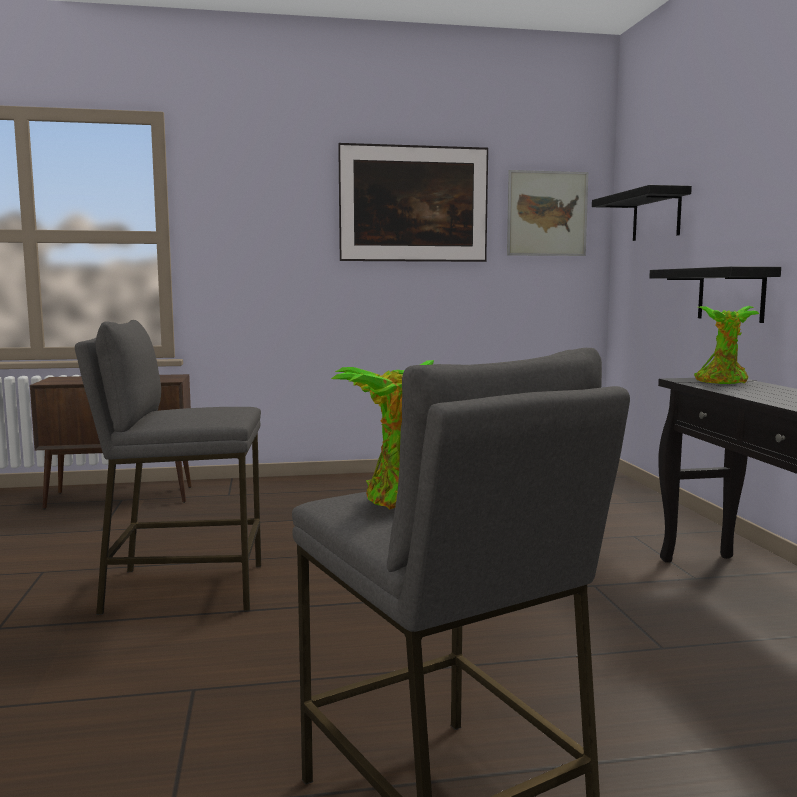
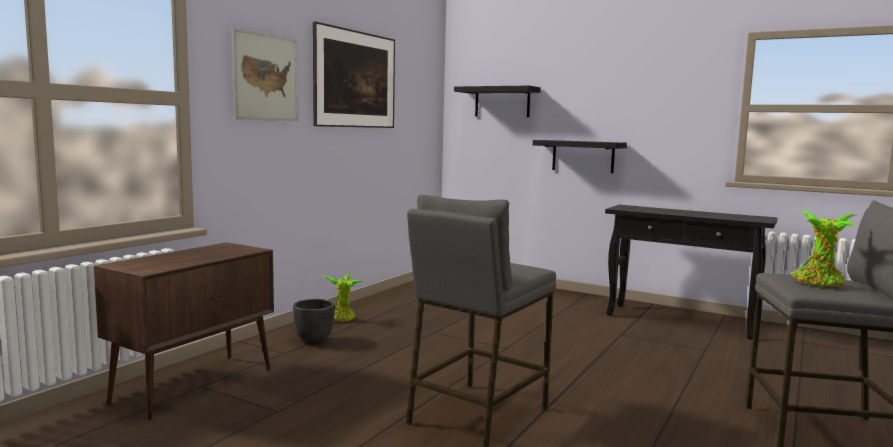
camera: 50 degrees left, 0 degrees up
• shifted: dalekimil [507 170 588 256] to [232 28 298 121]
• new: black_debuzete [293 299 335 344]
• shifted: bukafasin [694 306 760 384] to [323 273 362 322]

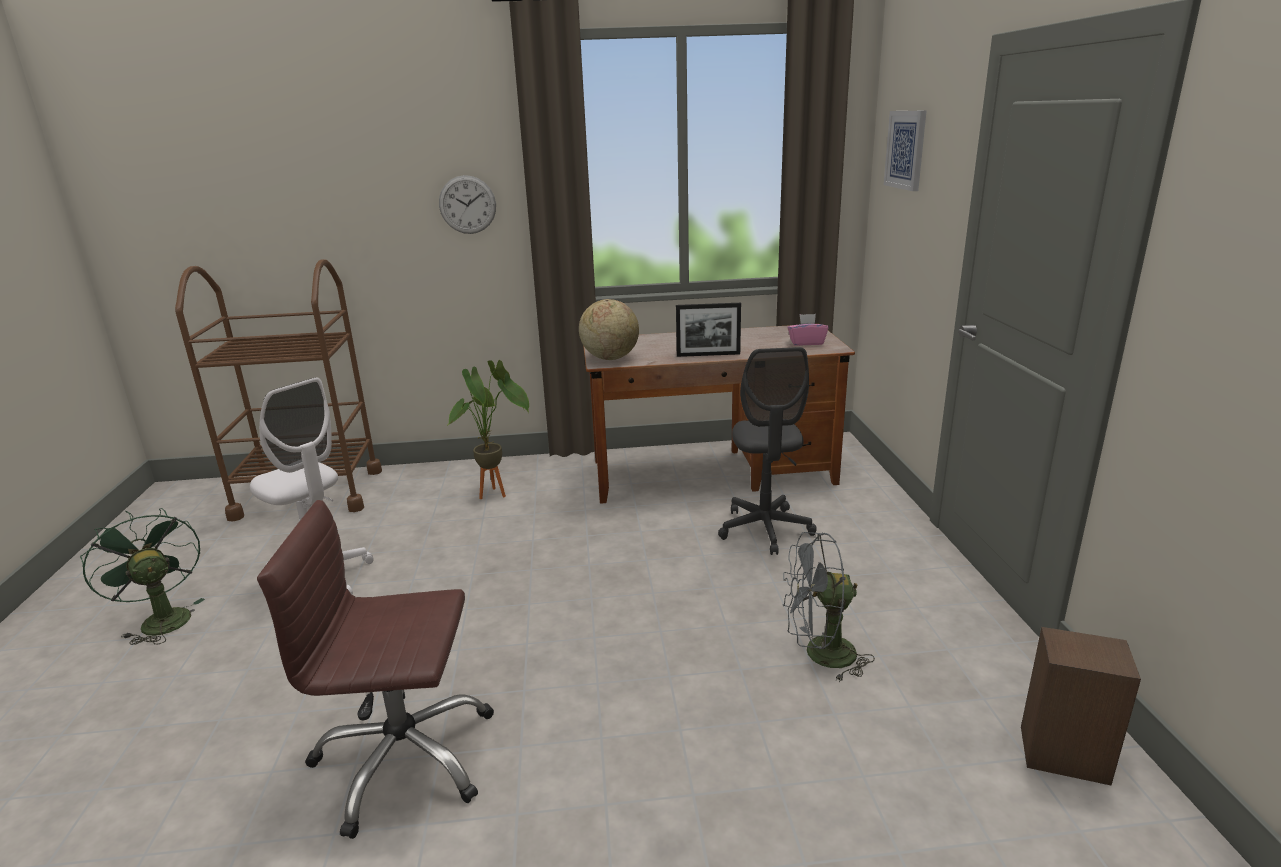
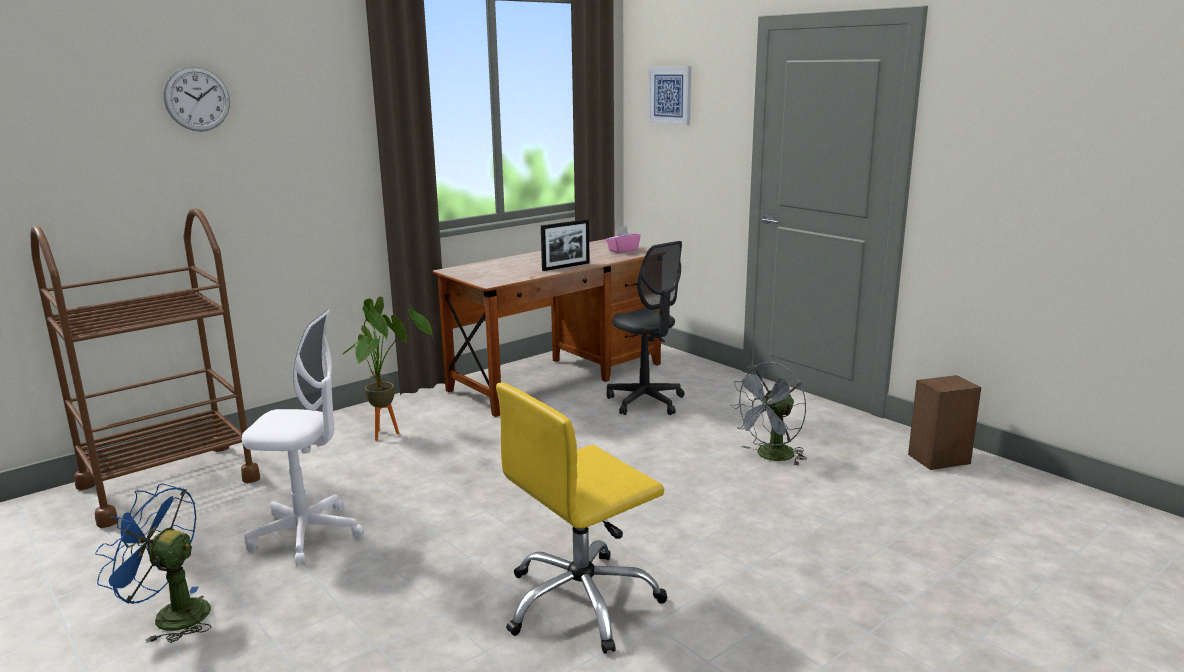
camera: 35 degrees left, 5 degrees down
• repainted: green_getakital [80 508 205 645] to blue_getakital [95 483 211 643]
• shifted: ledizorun [439 175 496 234] to [163 66 230 132]
• repainted: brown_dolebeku [257 500 494 839] to yellow_dolebeku [496 383 667 654]
• gone: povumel [579 299 639 360]

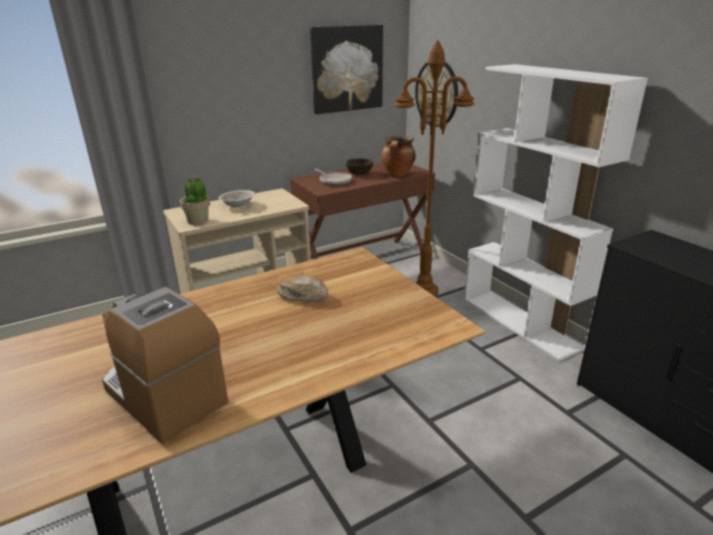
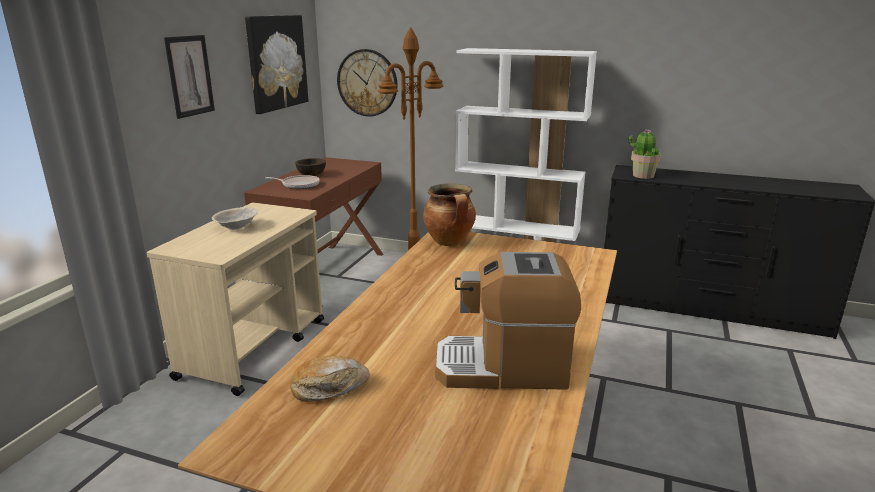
camera: 40 degrees left, 5 degrees down
• new: dalekimil [164 35 215 119]
• shifted: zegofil [277 273 328 301] to [290 356 370 402]
• shifted: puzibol [381 136 415 177] to [423 183 476 246]
• shifted: bukafasin [180 175 210 225] to [628 129 661 179]

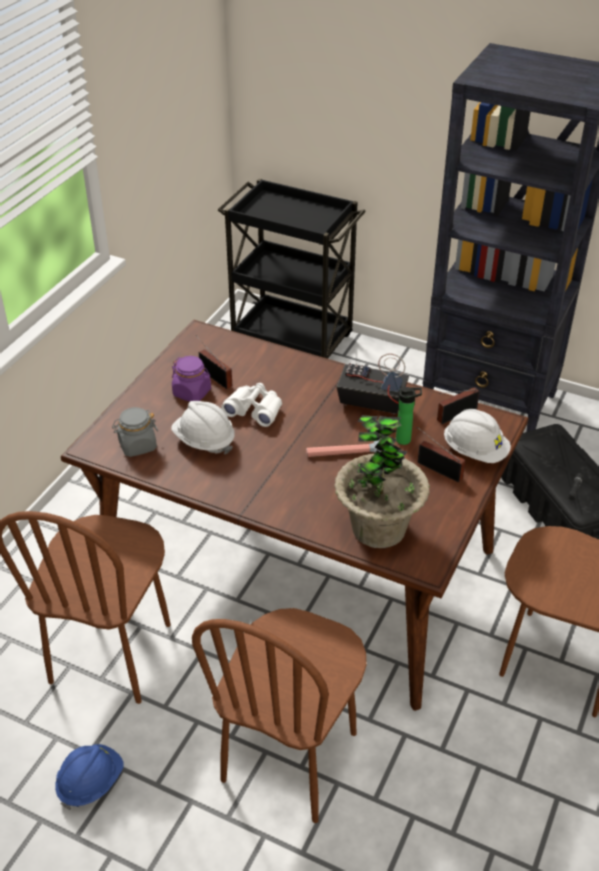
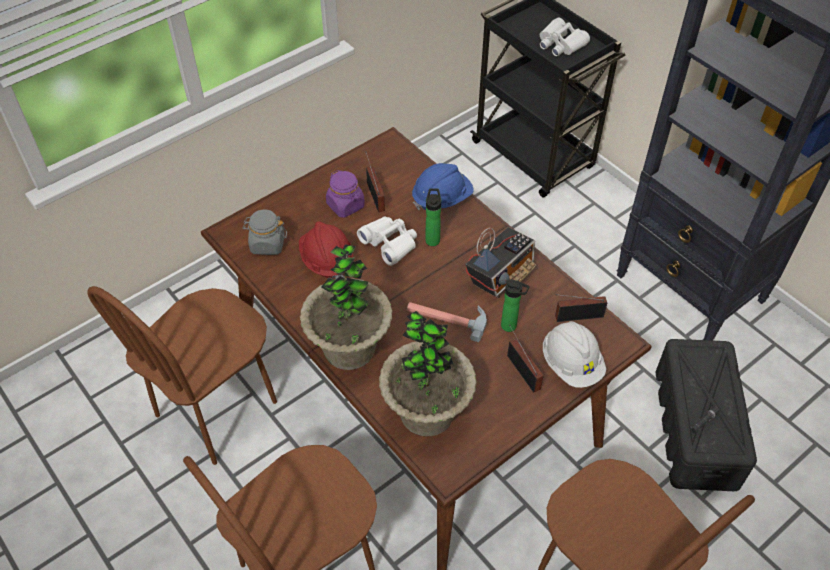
camera: 25 degrees right, 10 degrees up
• repainted: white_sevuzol [171 401 235 454] to red_sevuzol [299 221 353 279]
• new: bukafasin [300 244 393 370]
• shifted: blue_sevuzol [55 744 124 810] to [412 163 474 210]
• new: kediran [425 188 441 246]
• rotated: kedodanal [336 354 409 416] = [465 227 536 298] 90 degrees clockwise
• new: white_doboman [540 18 590 56]

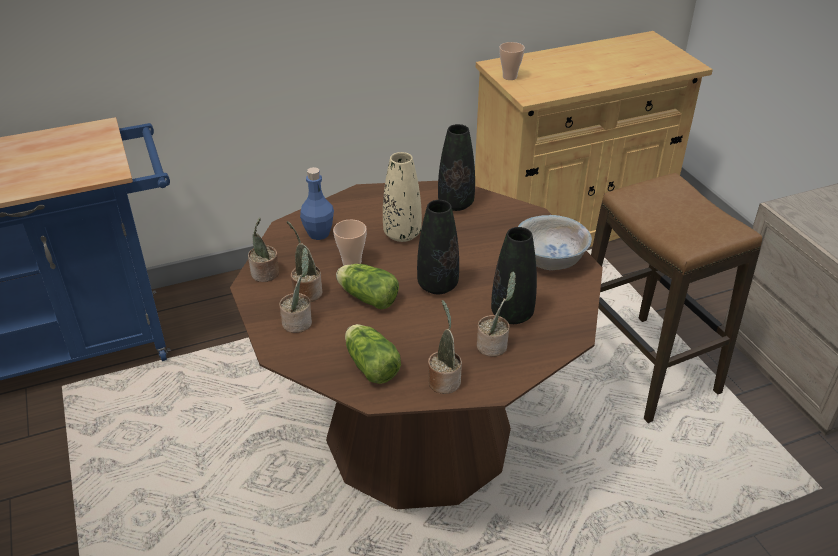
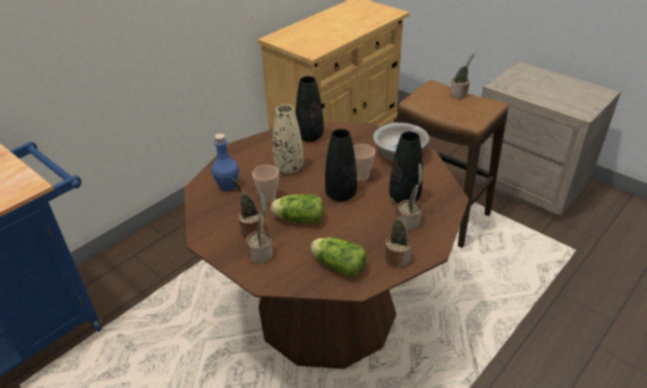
camera: 25 degrees left, 0 degrees up
• shifted: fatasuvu [499 42 525 80] to [353 144 375 181]
• shifted: bukafasin [248 218 279 282] to [450 53 475 98]

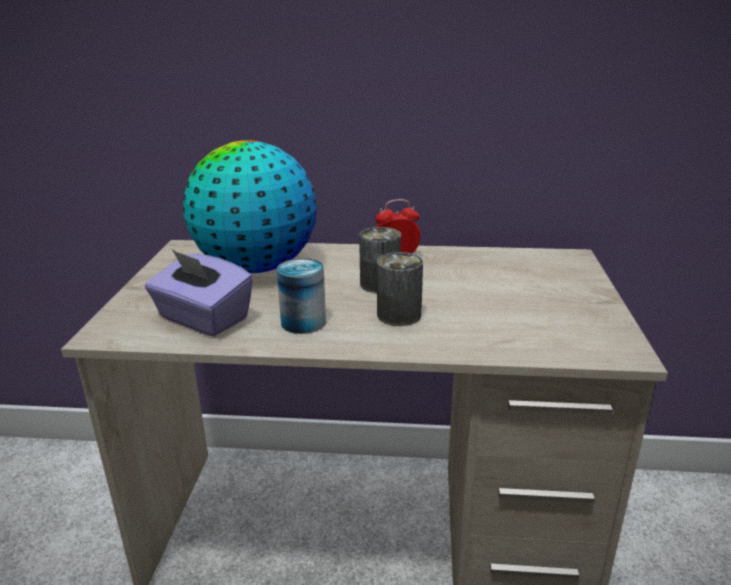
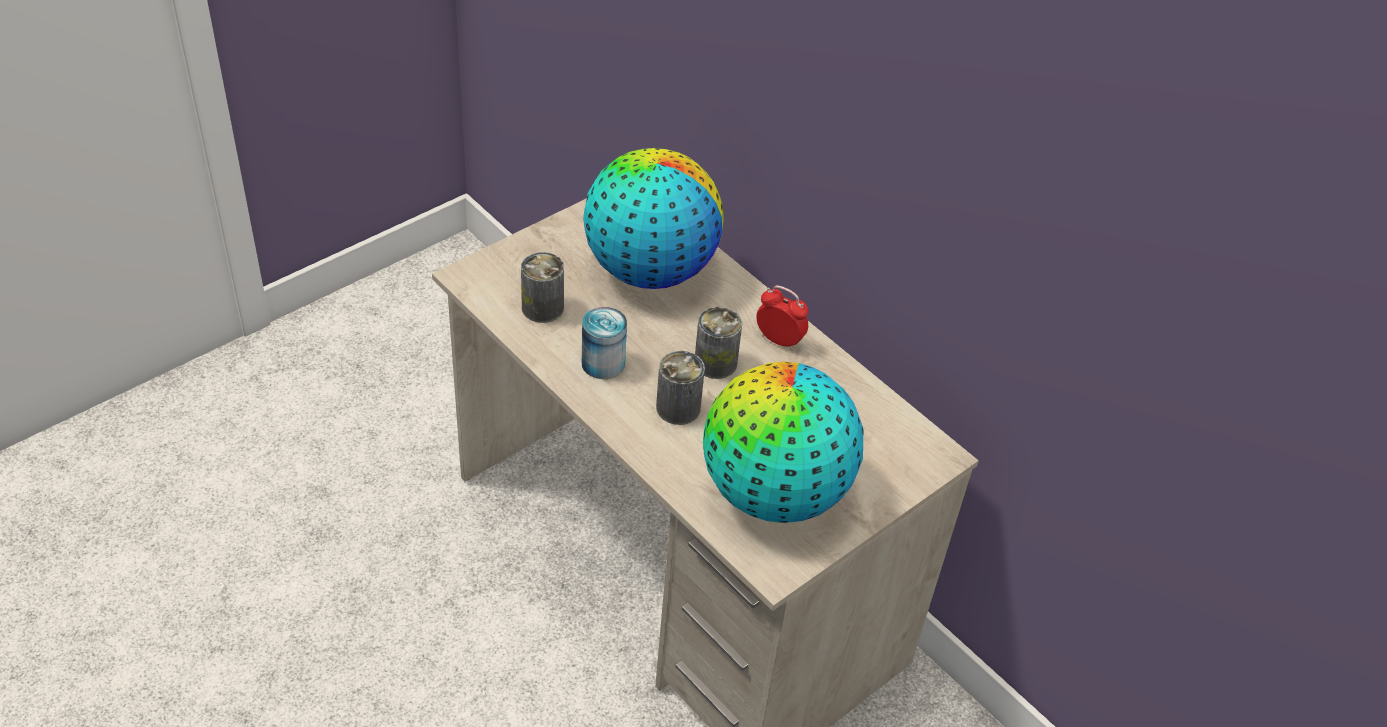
camera: 40 degrees right, 20 degrees up
• swapped: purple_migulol [145 250 253 337] to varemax [521 252 564 323]
• new: povumel [703 361 863 523]

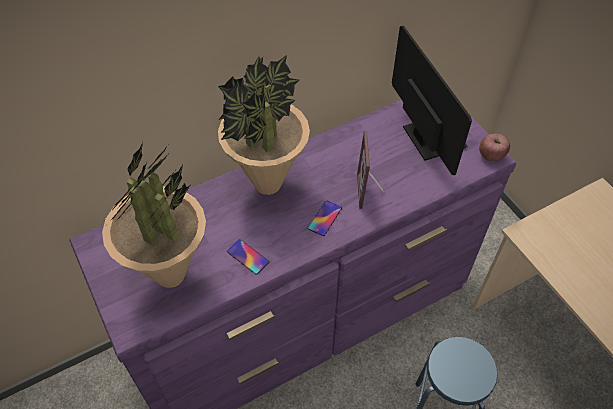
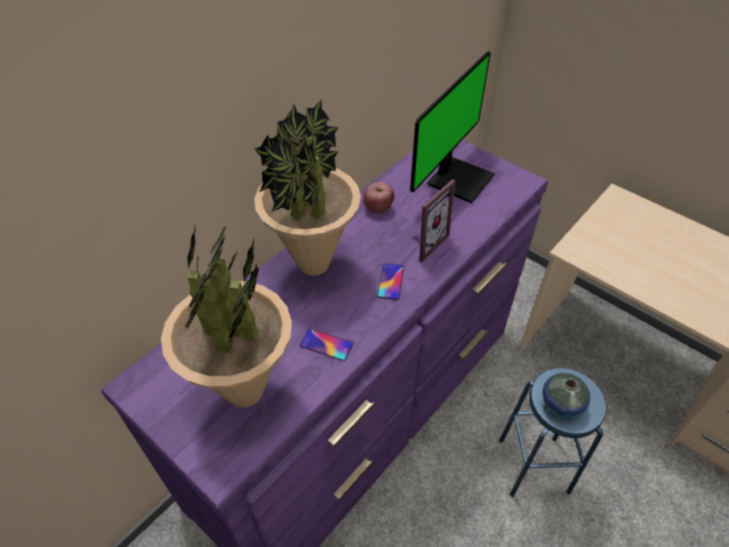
camera: 20 degrees left, 5 degrees down
• shifted: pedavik [479 133 510 162] to [363 182 394 213]
• rotated: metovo [392 25 472 175] = [410 51 495 203] 75 degrees clockwise
• rotated: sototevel [357 131 384 209] = [419 179 455 262] 120 degrees counterclockwise
• new: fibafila [542 373 590 418]

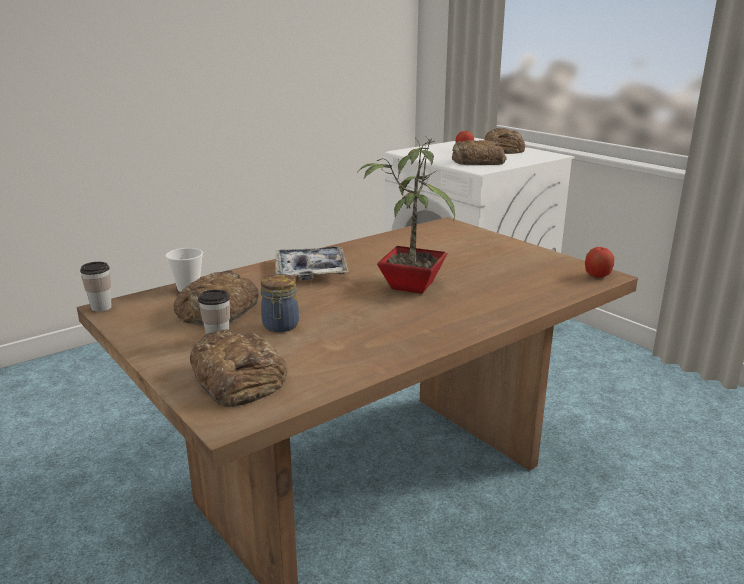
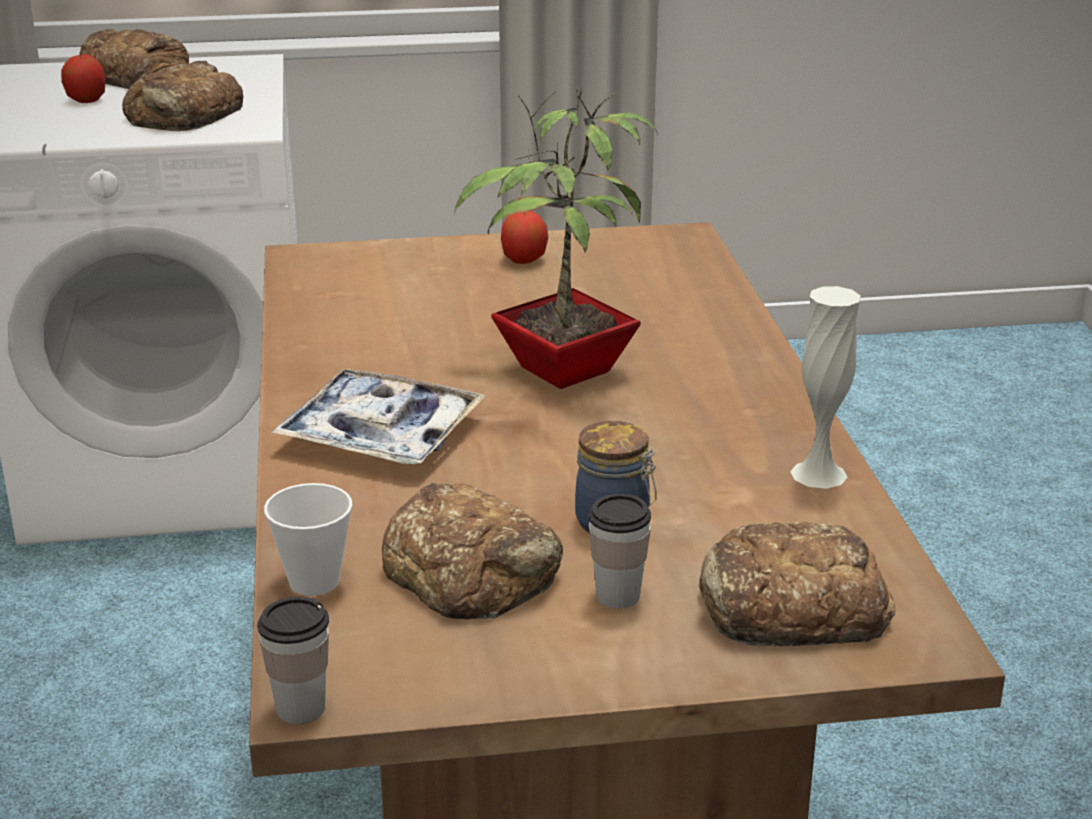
camera: 60 degrees left, 5 degrees up
• shifted: pedavik [585 246 615 278] to [501 211 548 264]
• new: white_fibafila [790 286 861 489]

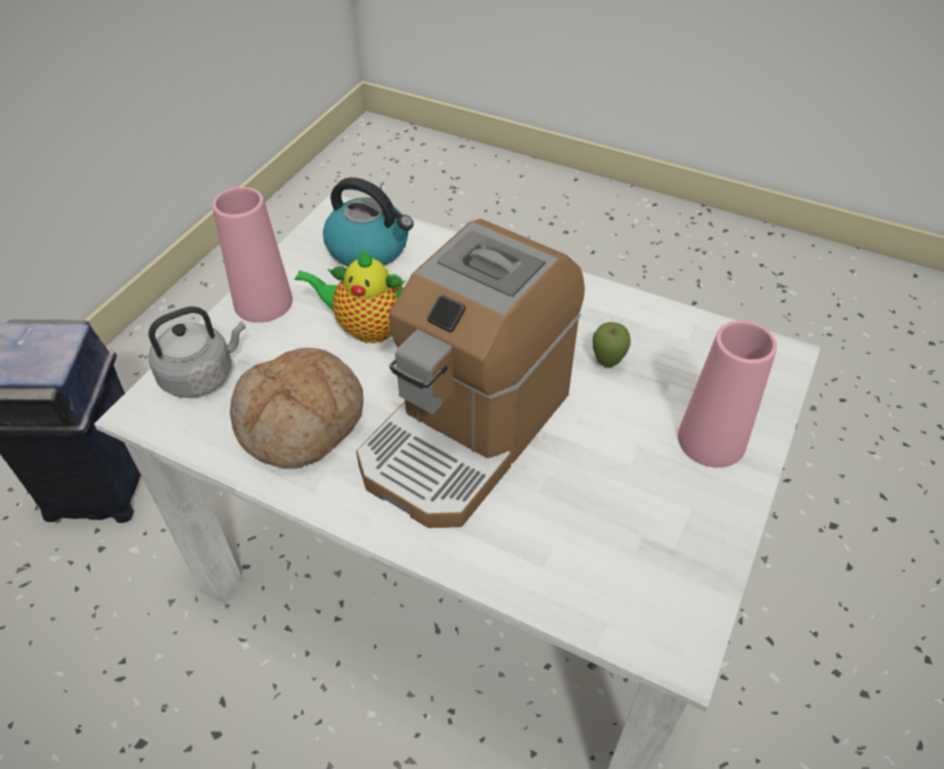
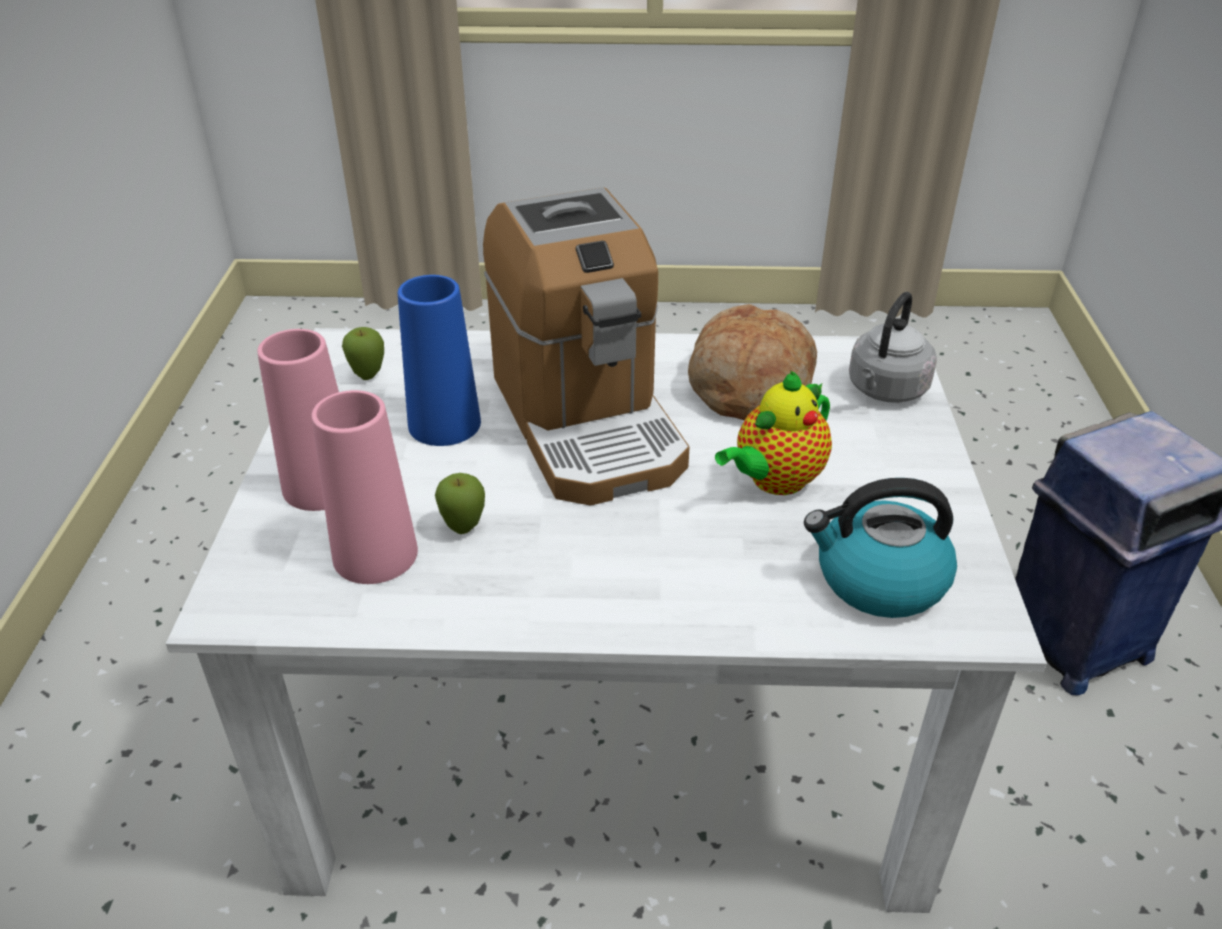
camera: 155 degrees right, 10 degrees down
• shifted: pink_fibafila [212 187 293 323] to [312 390 418 584]
• new: pedavik [342 327 384 380]
• new: blue_fibafila [398 275 481 446]
• rotated: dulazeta [356 219 585 528] = [483 187 690 506] 150 degrees clockwise
• rotated: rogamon [294 249 405 343] = [715 371 832 495] 150 degrees clockwise

